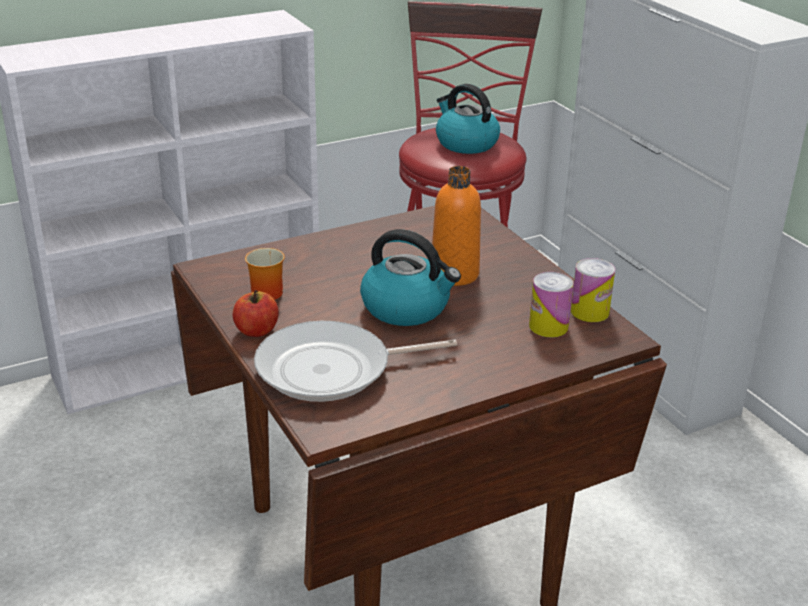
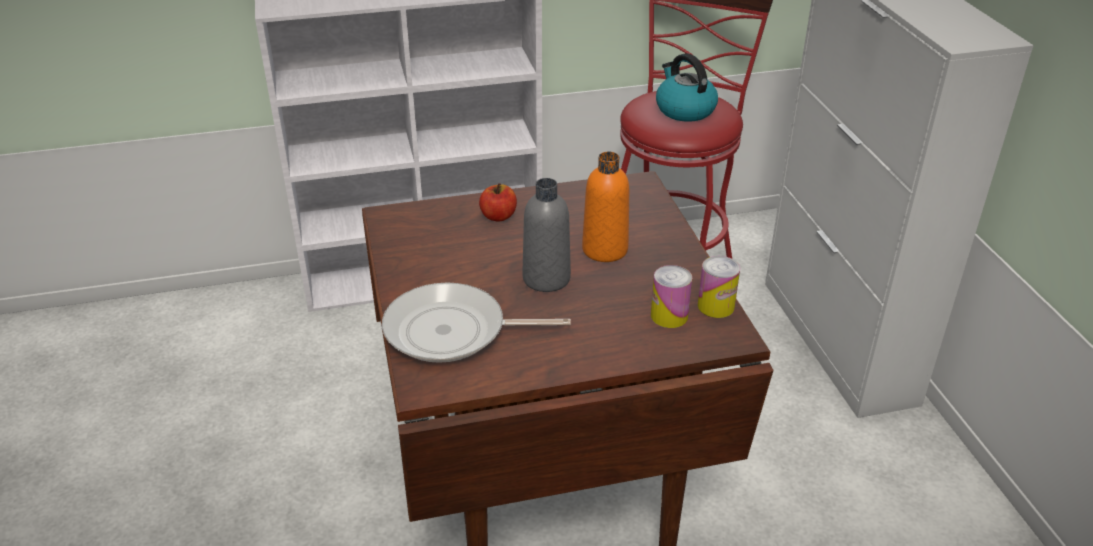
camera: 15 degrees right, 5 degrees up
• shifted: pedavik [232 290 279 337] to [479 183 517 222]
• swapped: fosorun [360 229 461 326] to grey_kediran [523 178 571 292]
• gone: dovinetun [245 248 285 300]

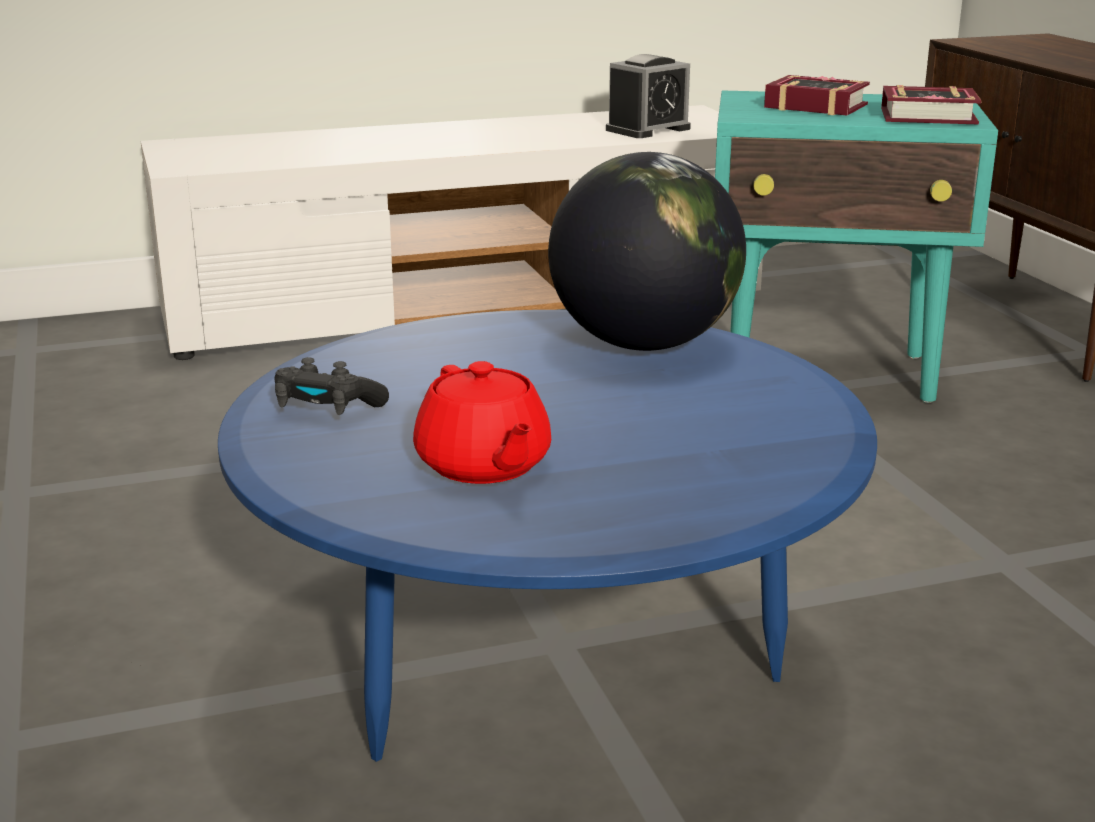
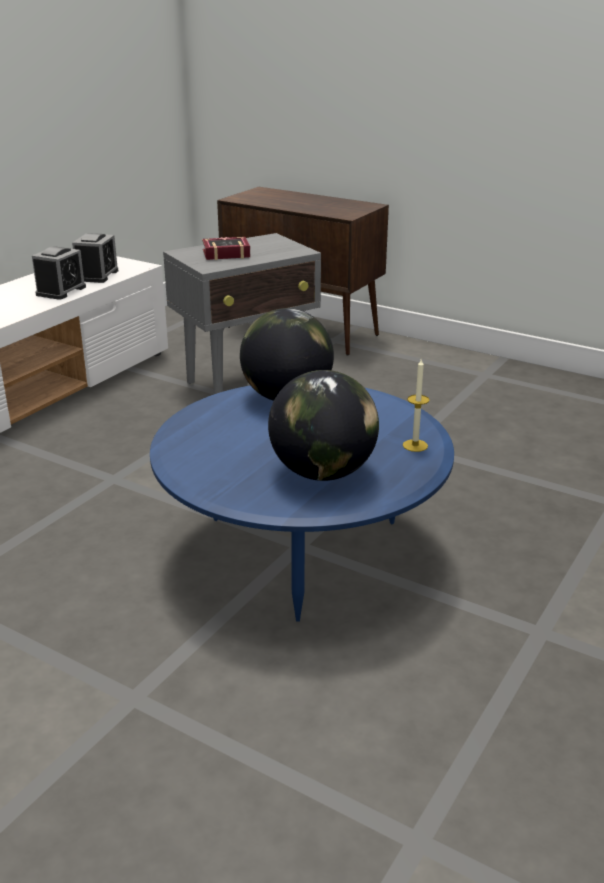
camera: 40 degrees left, 5 degrees up
• new: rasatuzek [32 246 86 300]
• repainted: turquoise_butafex [715 90 998 403] to grey_butafex [163 233 321 394]
• swapped: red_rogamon [413 361 551 484] to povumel [268 370 379 481]
• new: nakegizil [403 359 430 452]
• gone: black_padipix [274 357 389 415]
• gone: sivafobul [881 85 982 124]

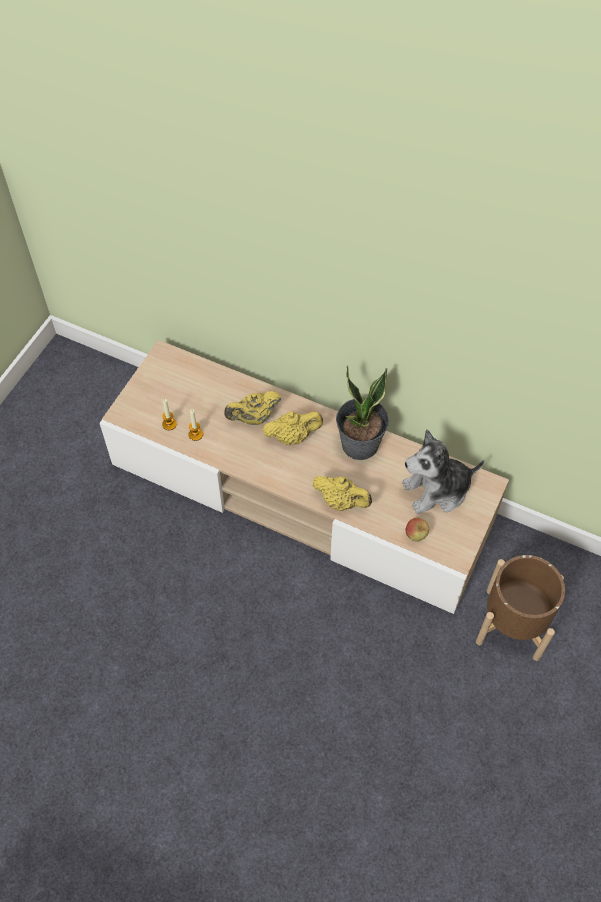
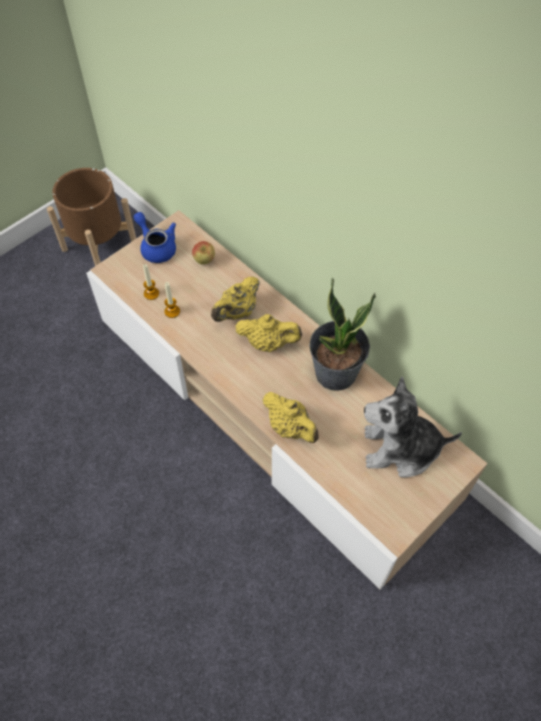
camera: 20 degrees right, 0 degrees up
• shifted: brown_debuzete [476 555 565 661] to [47 168 136 266]
• new: blue_rogamon [134 212 176 263]
• shifted: pedavik [406 518 429 542] to [192 241 215 264]
• rotated: yellow_rogamon [224 391 281 425] = [211 276 260 322] 45 degrees counterclockwise

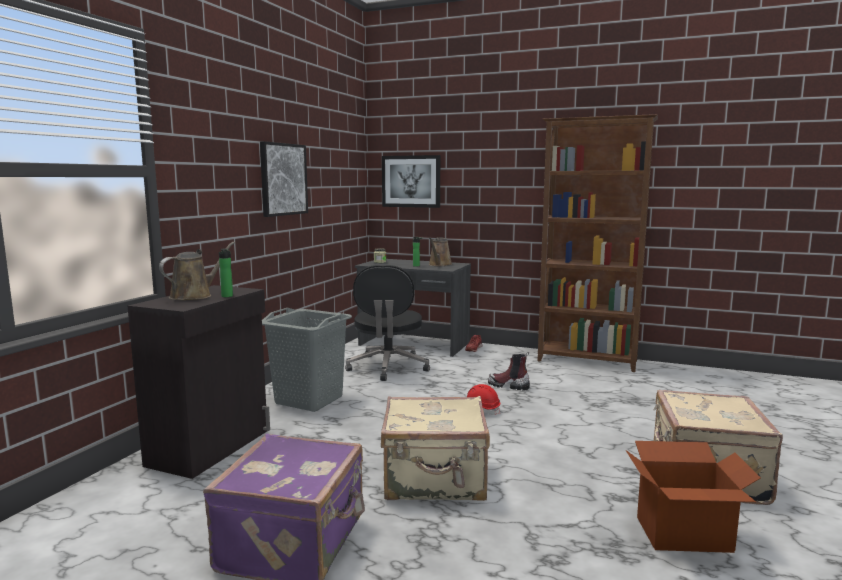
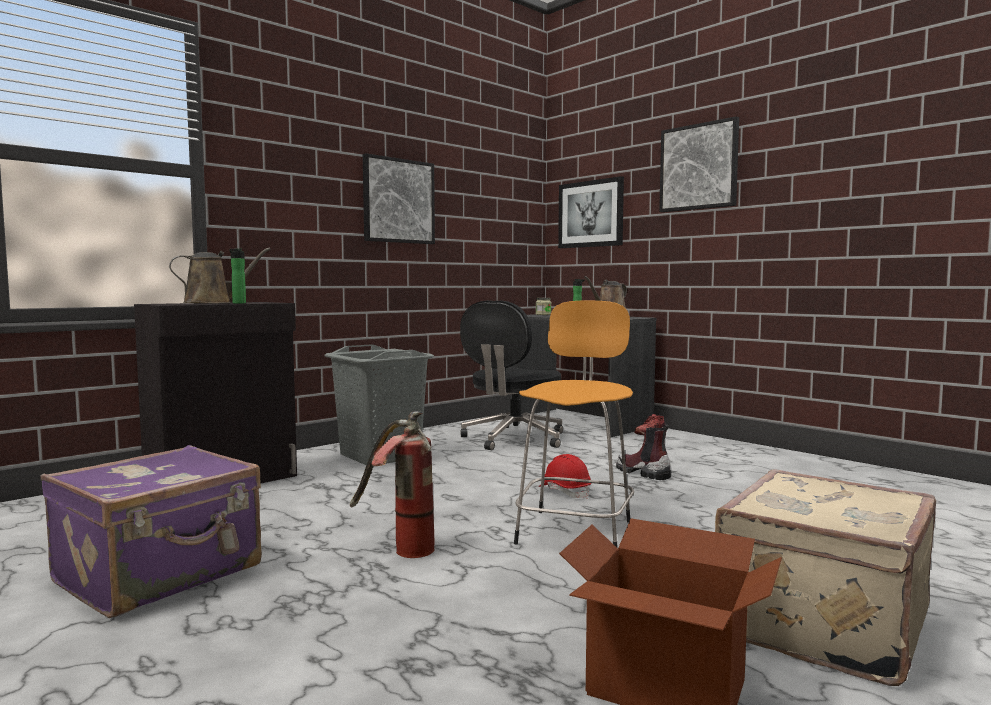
camera: 25 degrees right, 5 degrees down
• swapped: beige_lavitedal [381 396 490 501] to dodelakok [350 411 434 558]
• new: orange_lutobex [514 301 634 548]
• new: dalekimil [659 116 739 212]
• gone: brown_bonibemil [537 114 658 372]

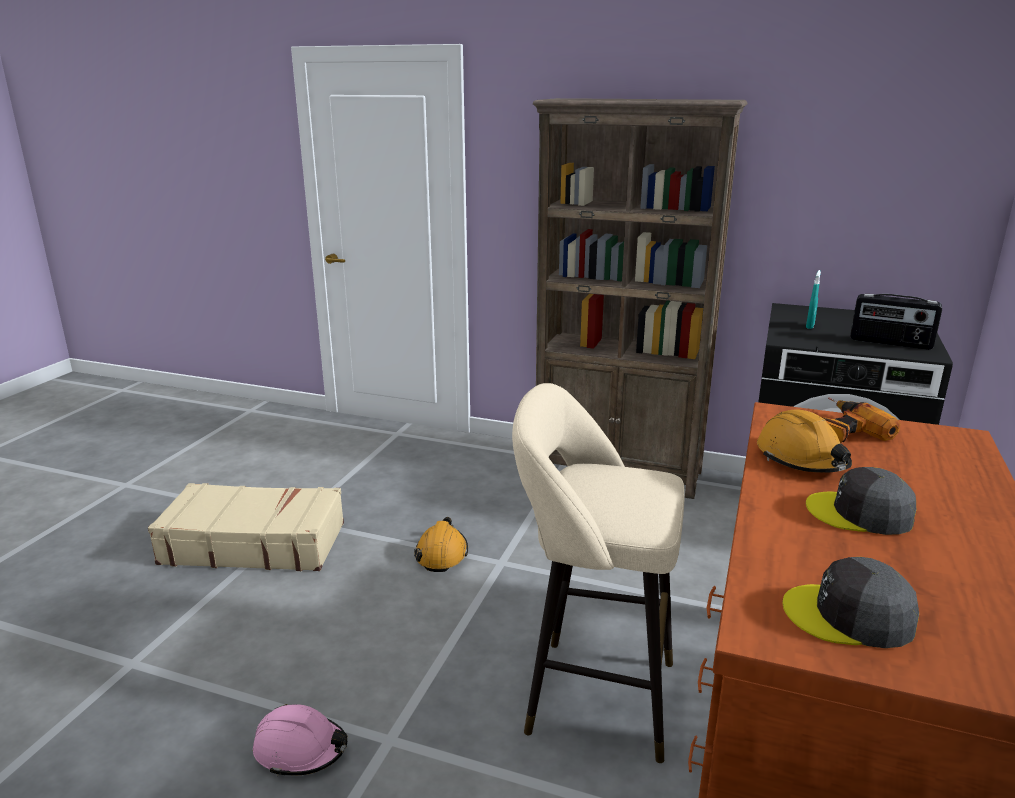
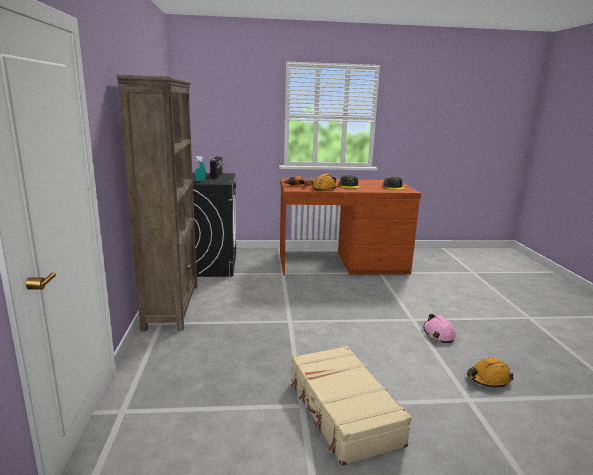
camera: 115 degrees left, 5 degrees down
• shifted: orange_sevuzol [414 517 468 572] to [467 358 513 388]
• gone: beige_lutobex [512 383 685 763]

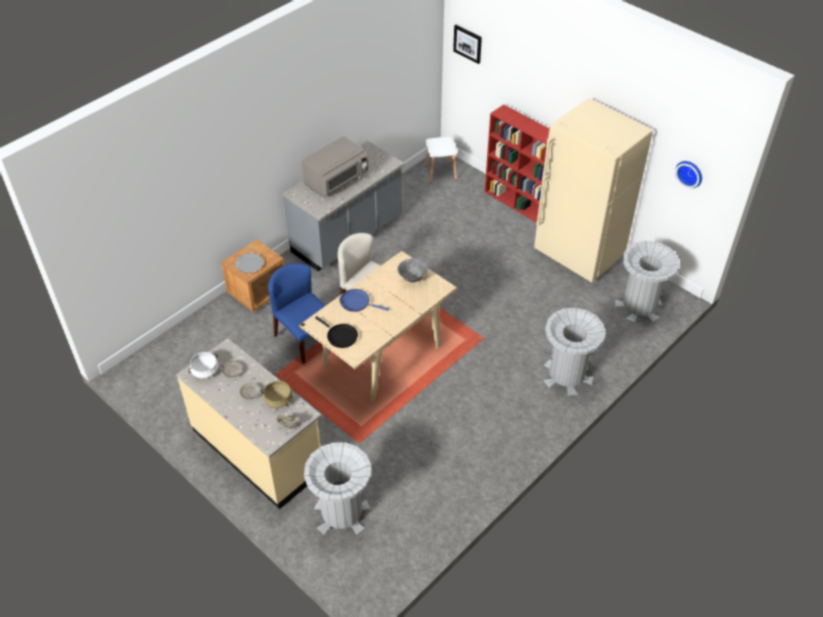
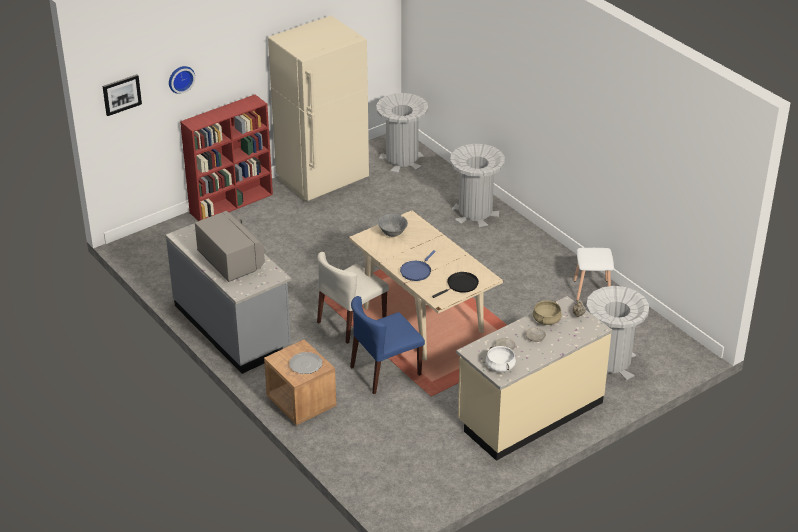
camera: 80 degrees left, 10 degrees down
• shifted: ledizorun [675 161 702 188] to [169 66 195 94]
• shifted: white_lutobex [425 137 457 183] to [574 248 614 301]

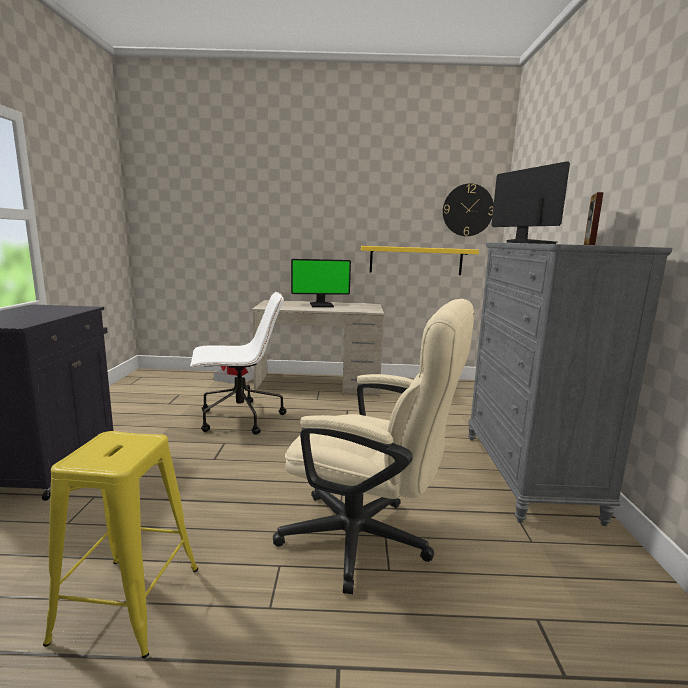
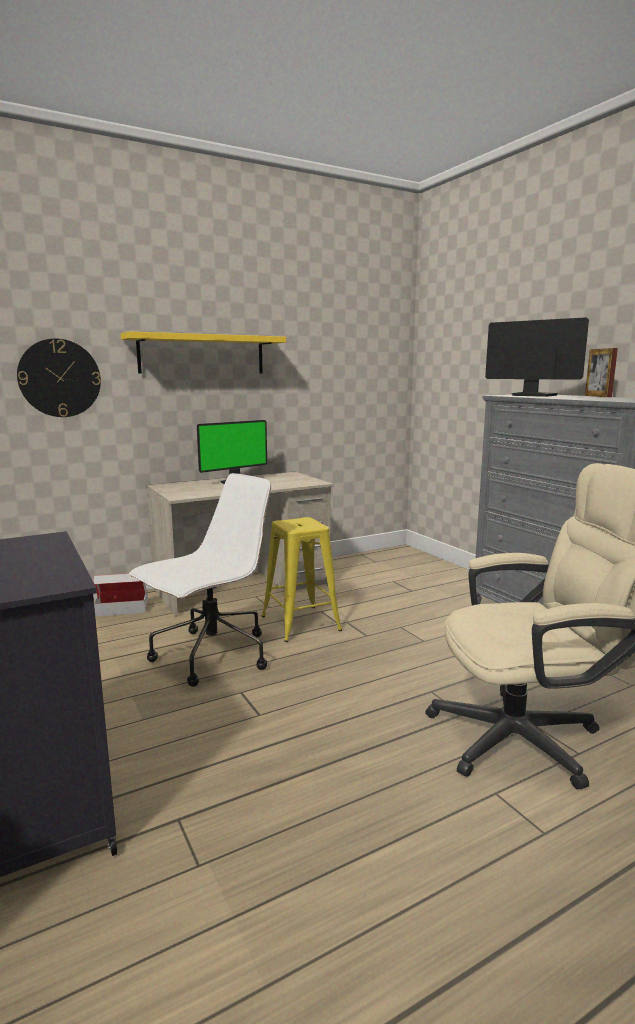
camera: 30 degrees left, 0 degrees up
• shifted: ledizorun [443 183 494 236] to [17 338 101 417]
• shifted: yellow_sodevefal [361 246 479 275] to [121 331 286 374]
• shifted: yellow_lutobex [43 431 198 658] to [262 517 342 642]

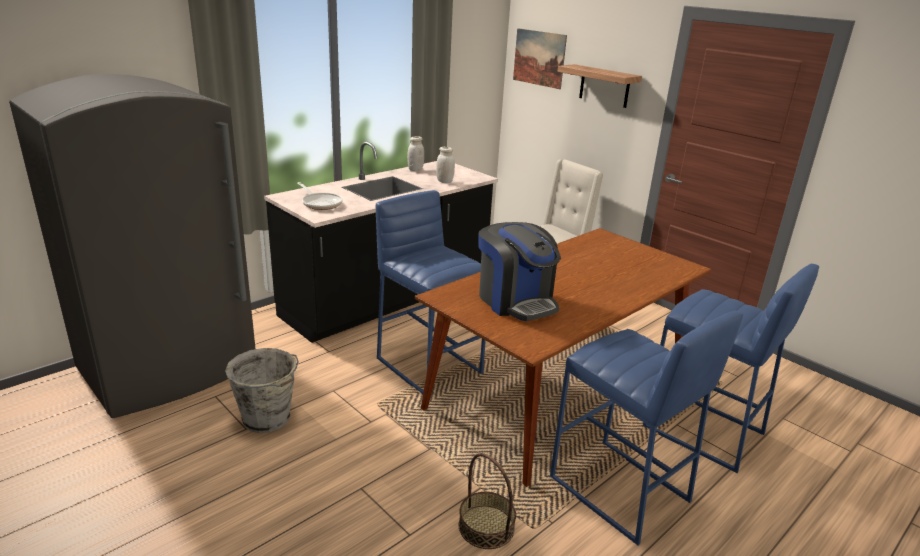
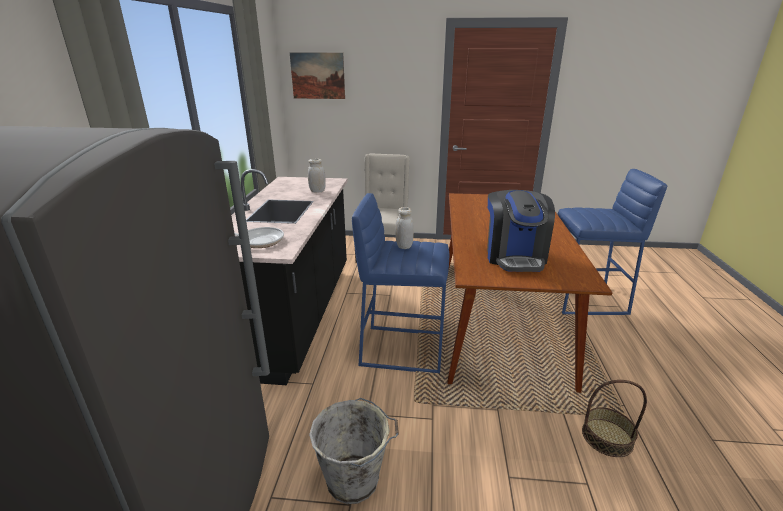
camera: 40 degrees left, 0 degrees up
• shifted: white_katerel [407 136 424 171] to [395 207 414 249]
• rotated: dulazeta [479 222 561 321] = [487 190 555 272] 75 degrees clockwise
• gone: blue_lutobex [550 311 743 545]
• gone: sodevefal [557 64 642 108]

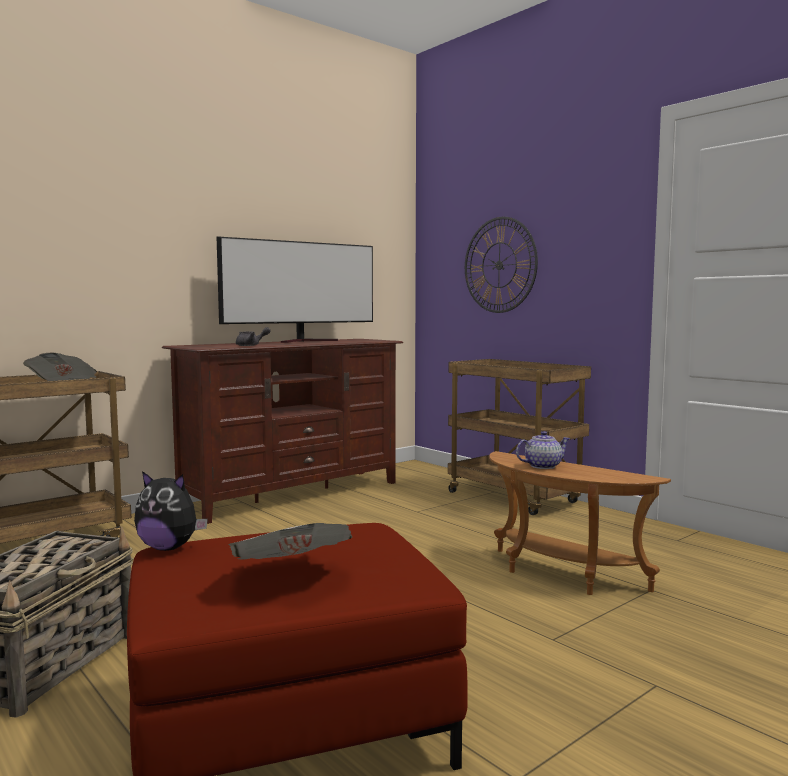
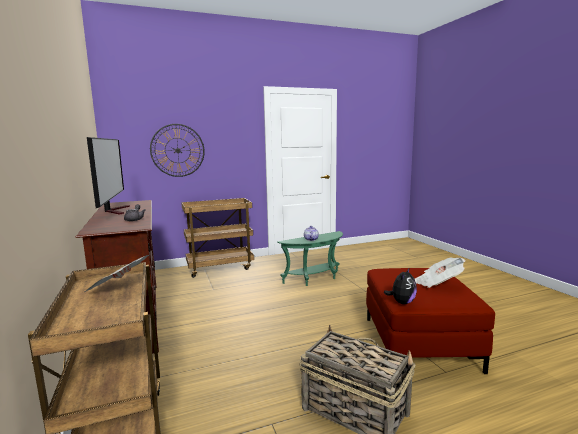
camera: 70 degrees left, 5 degrees up
• repainted: brown_butafex [489 451 671 595] to green_butafex [277 231 343 286]

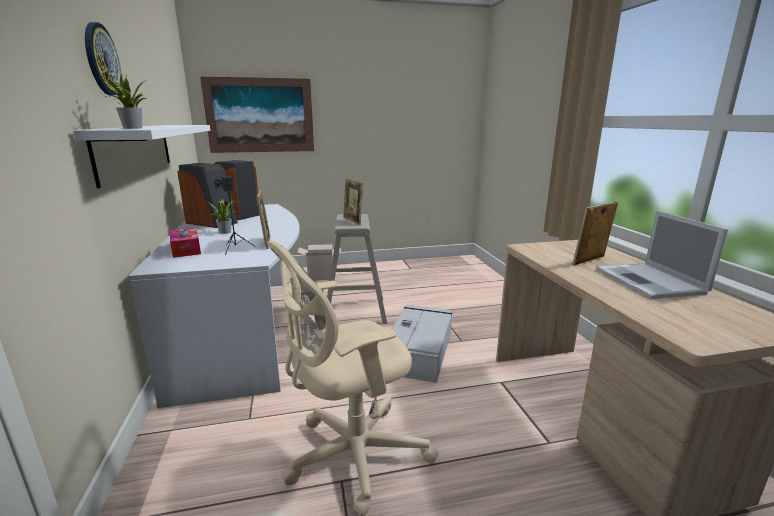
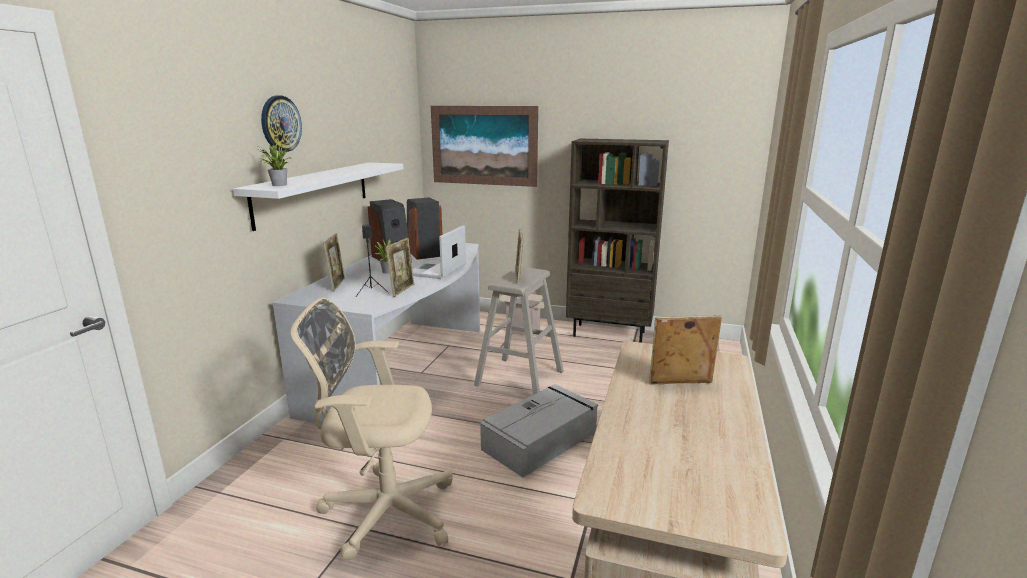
camera: 30 degrees right, 0 degrees up
• swapped: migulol [170 227 201 258] to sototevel [323 234 345 291]
• shifted: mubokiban [596 211 728 299] to [412 225 466 279]
• new: brown_bonibemil [566 139 669 343]

